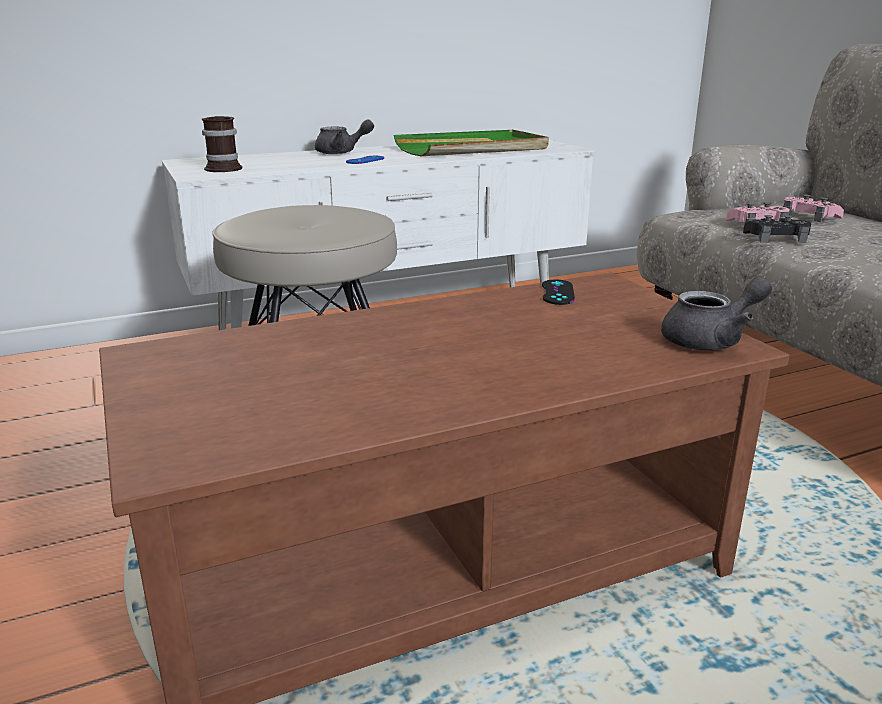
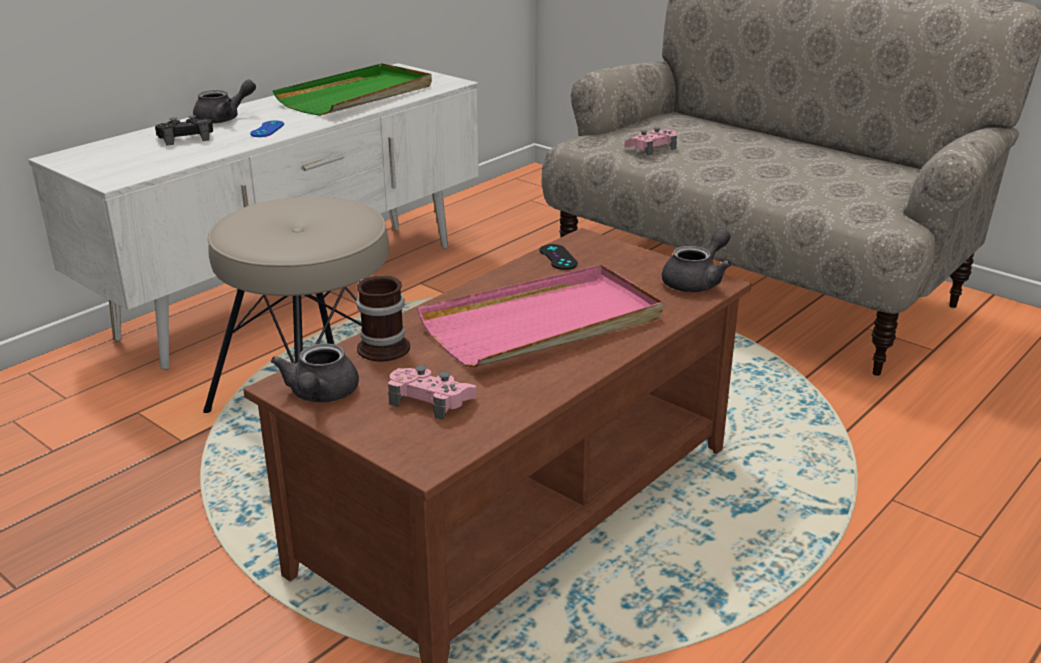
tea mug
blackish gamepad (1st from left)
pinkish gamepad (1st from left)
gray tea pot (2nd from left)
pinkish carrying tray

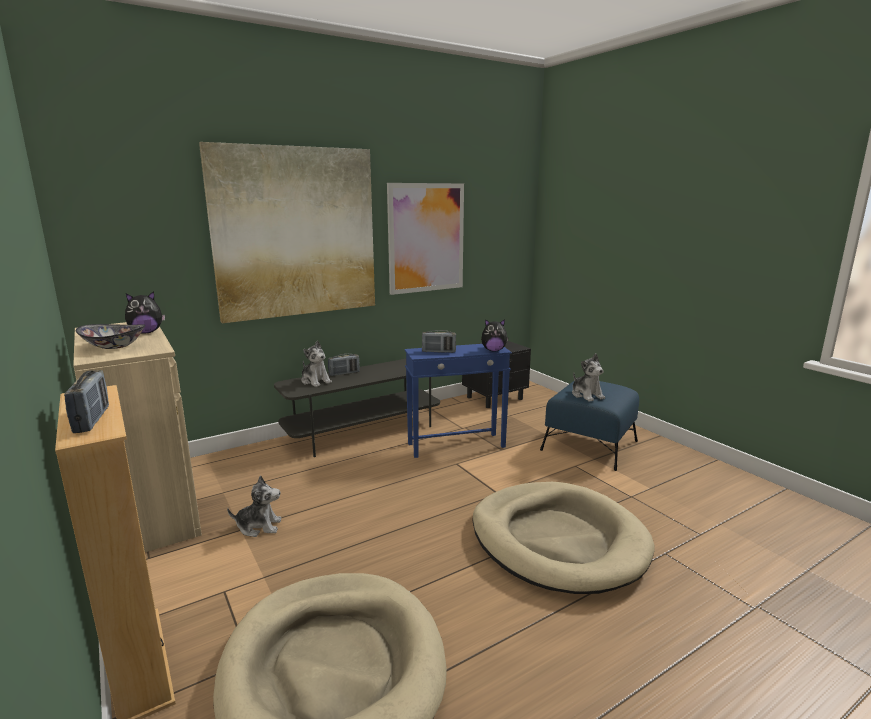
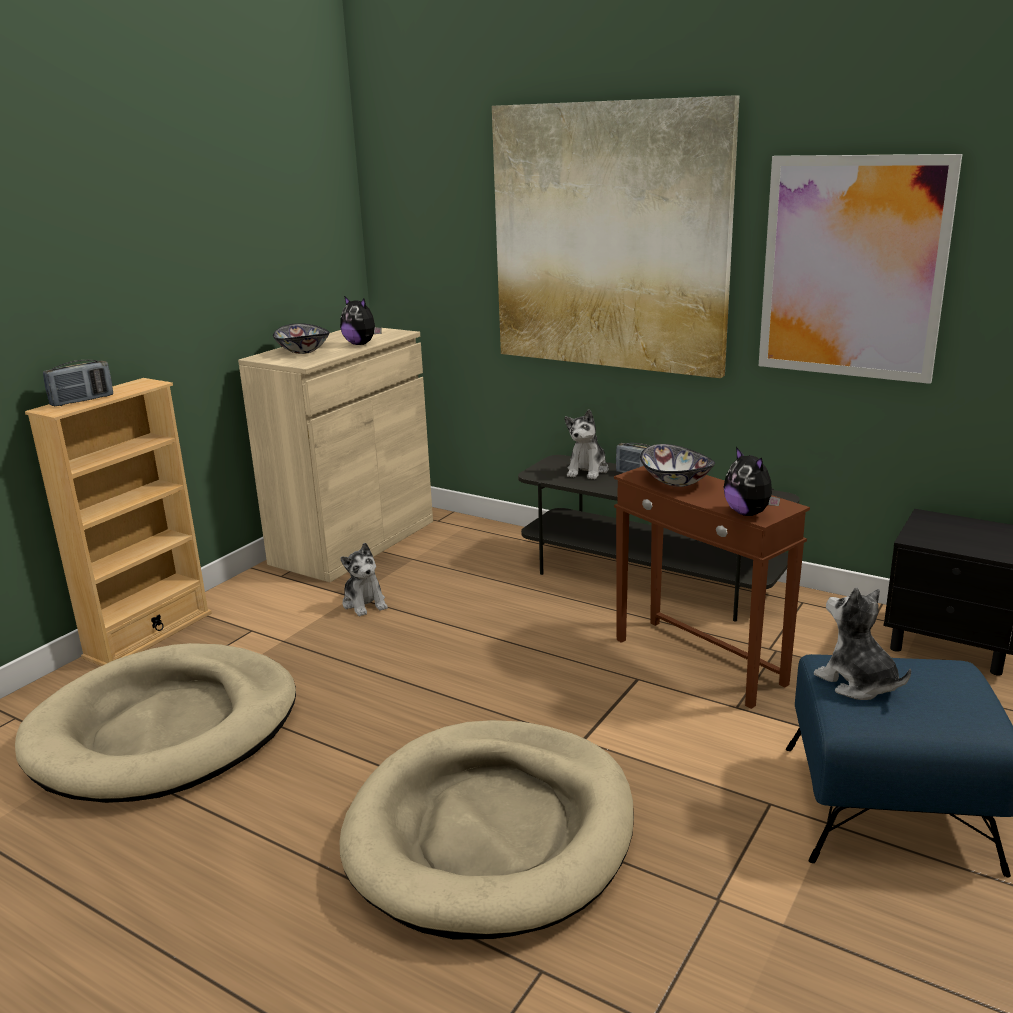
brown-coloured end table
bowl (2nd from left)
plush toy (5th from left)

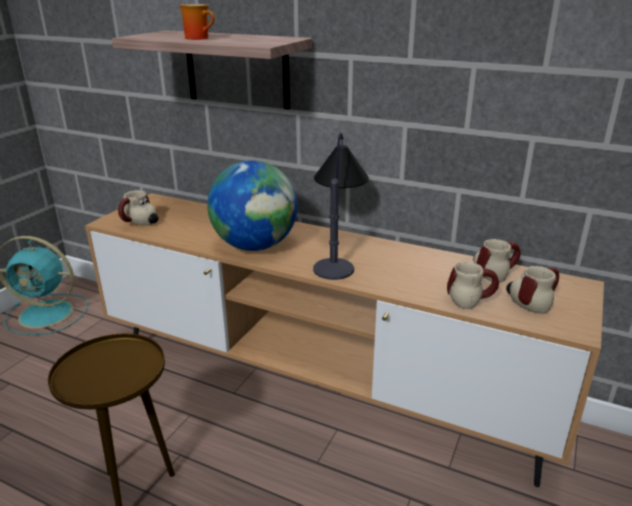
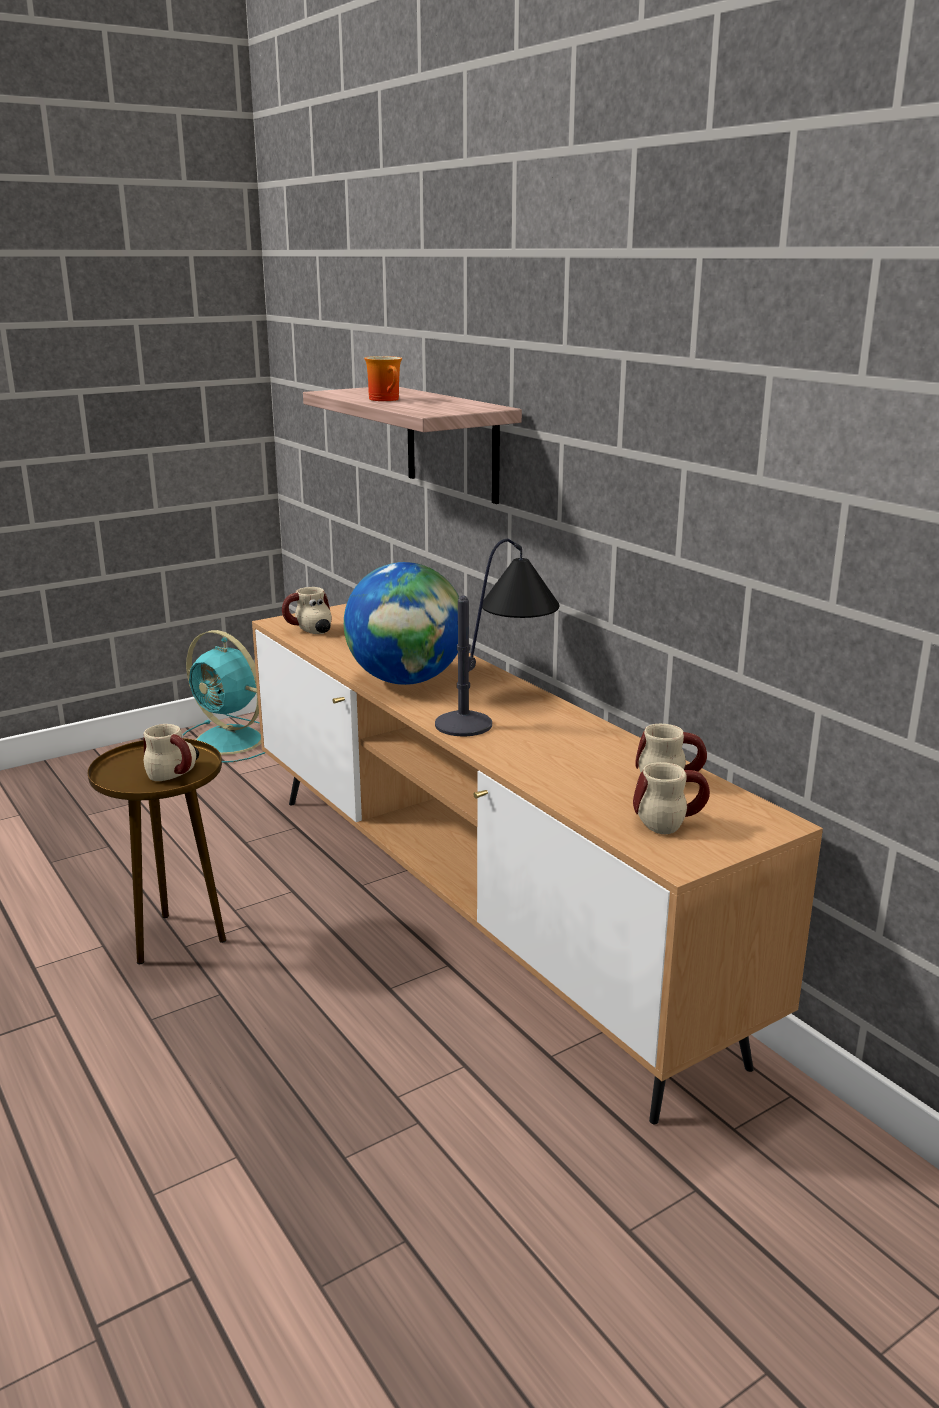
tea mug (1st from left)

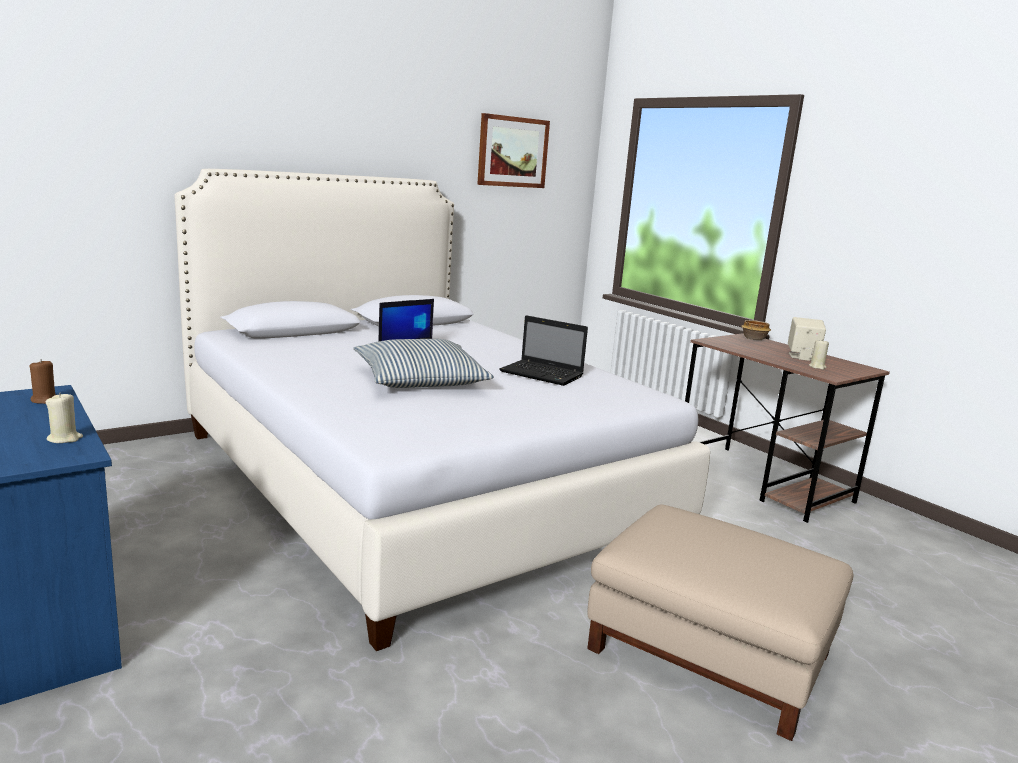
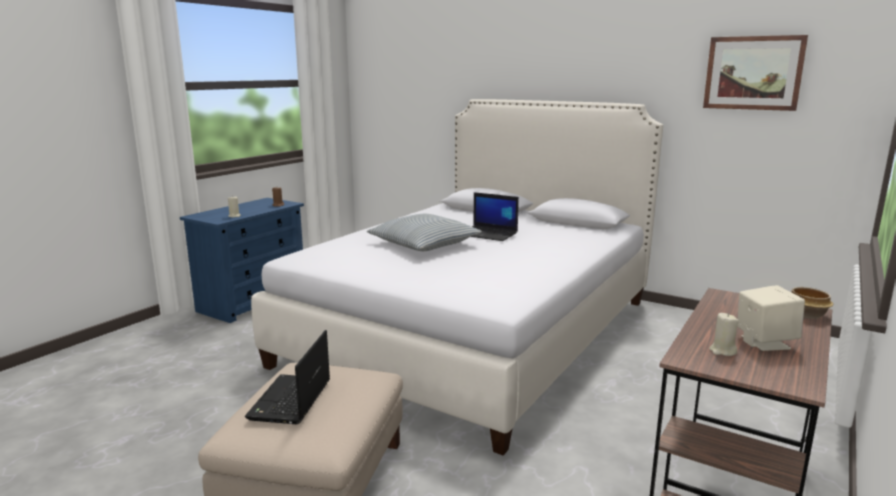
portable computer (1st from left)

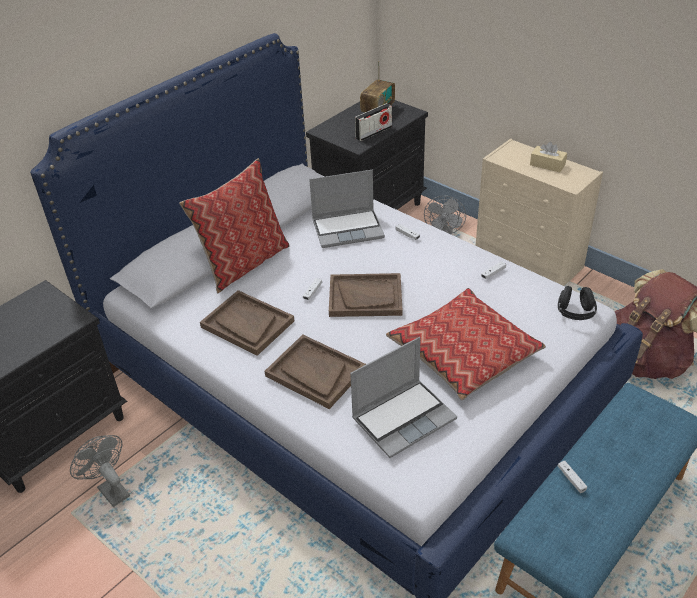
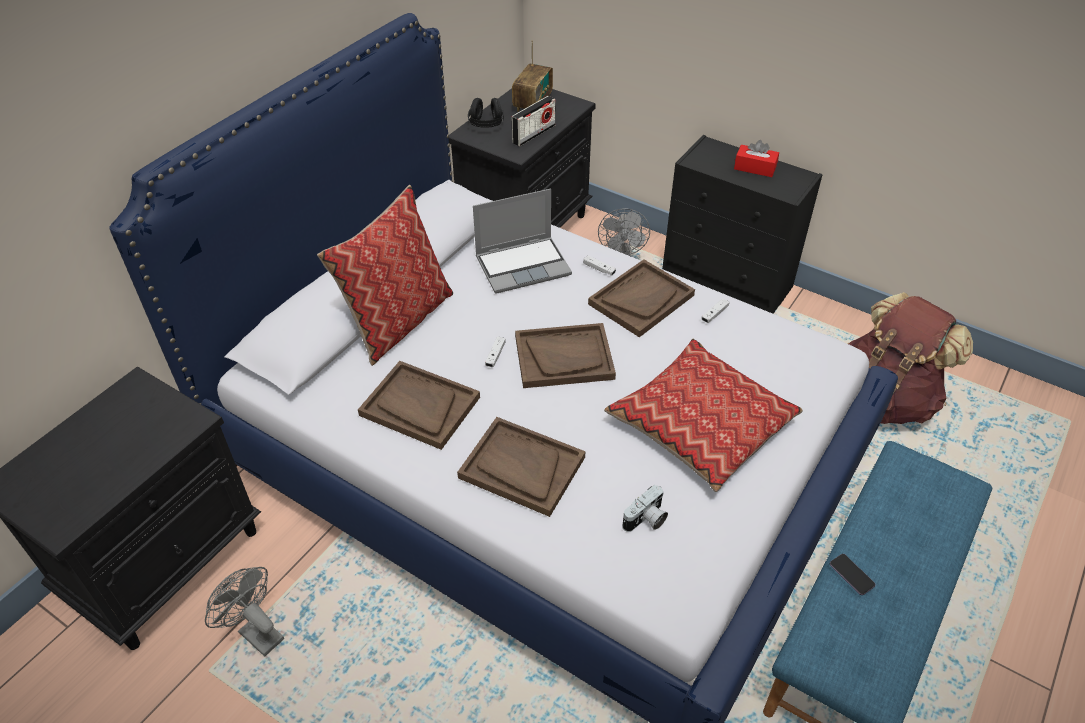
still camera
blackish drawer chest
reddish box of tissues
blackish pair of headphones
phone
brown-coloured carrying tray (4th from left)

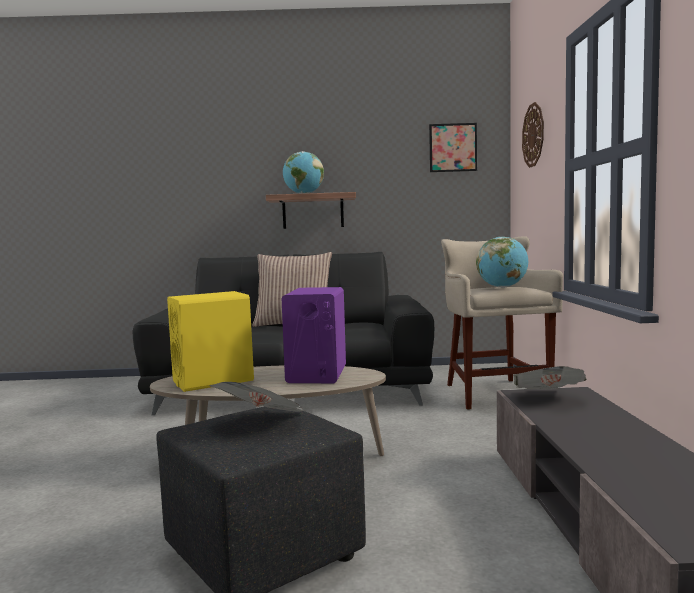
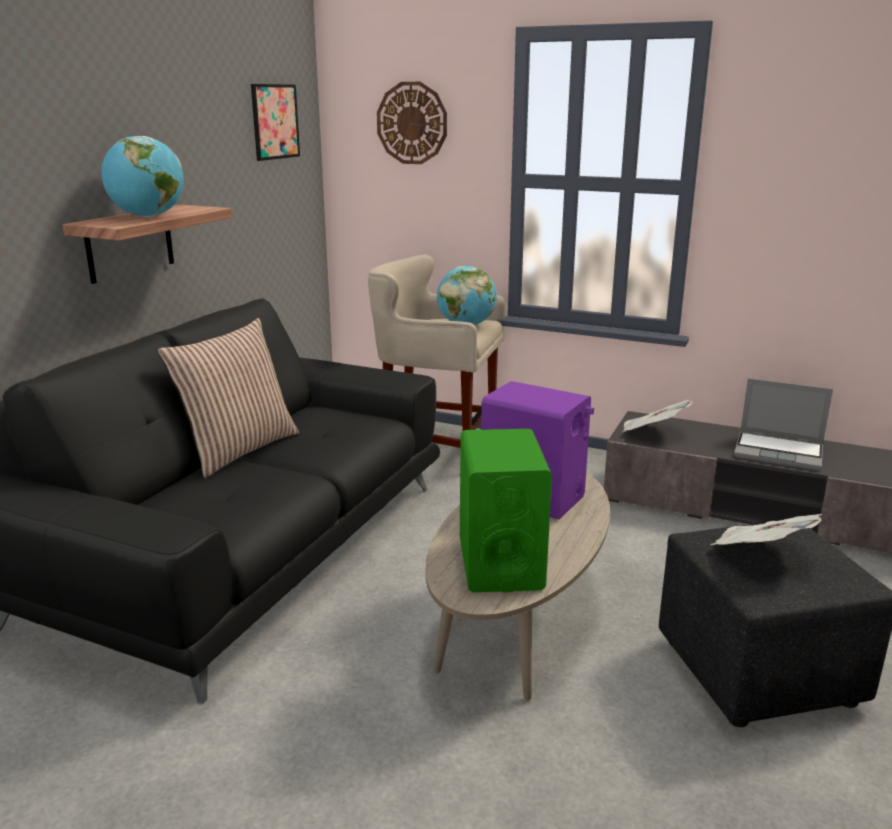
green-coloured audio speaker
portable computer

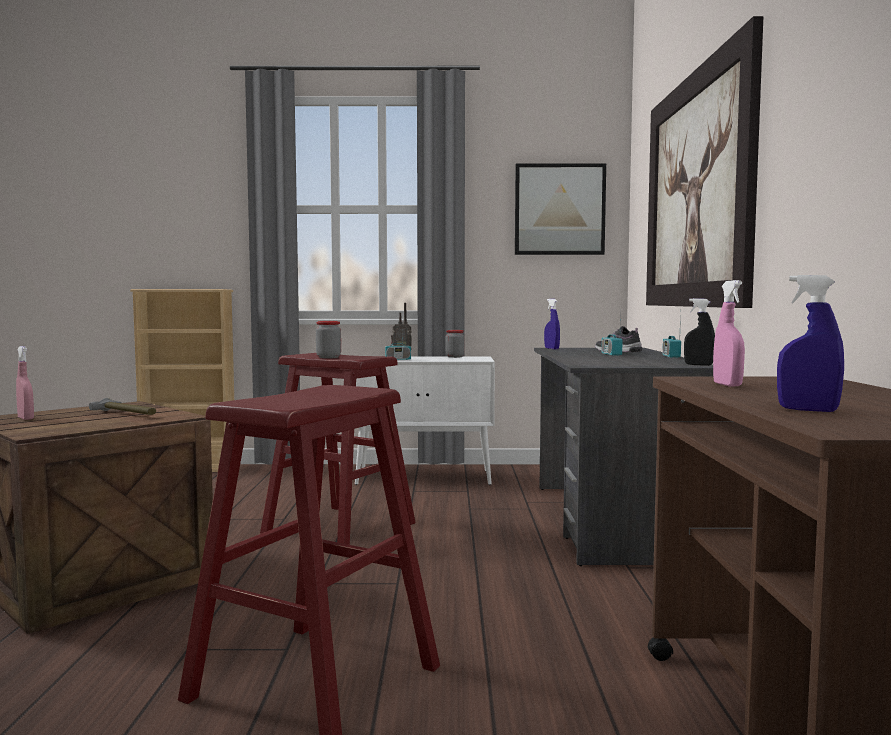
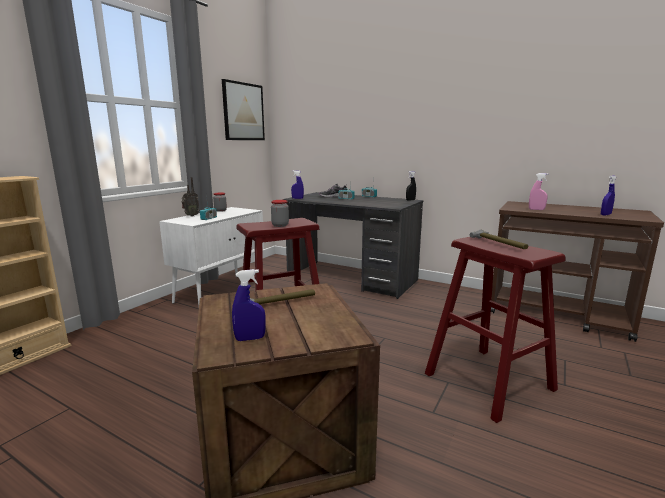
blue-coloured hand sprayer (1st from left)
wall art (2nd from left in the first image)
hand hammer (2nd from left)

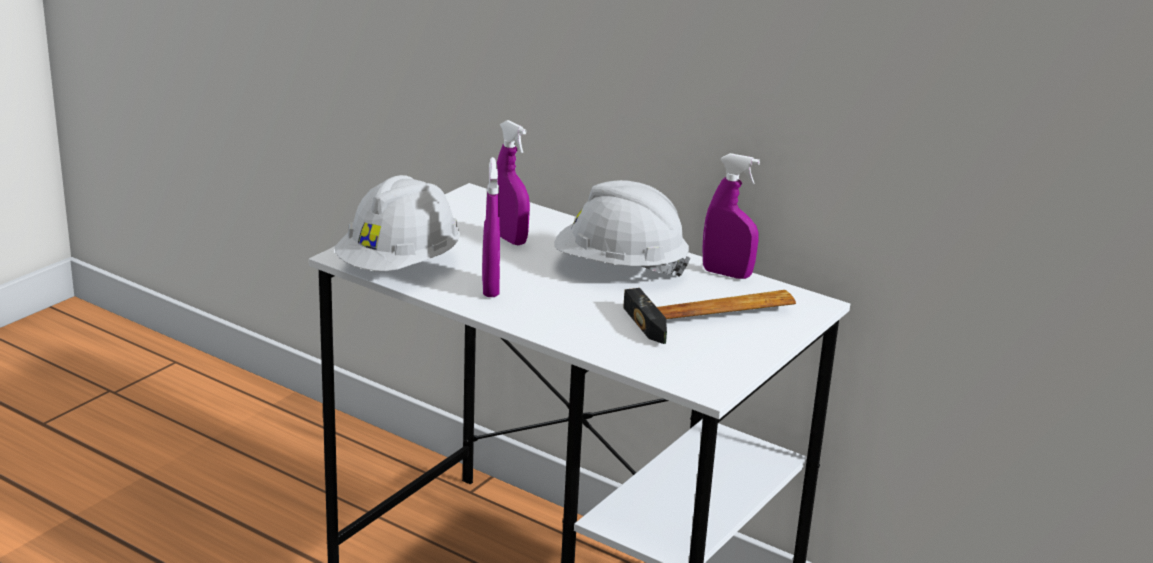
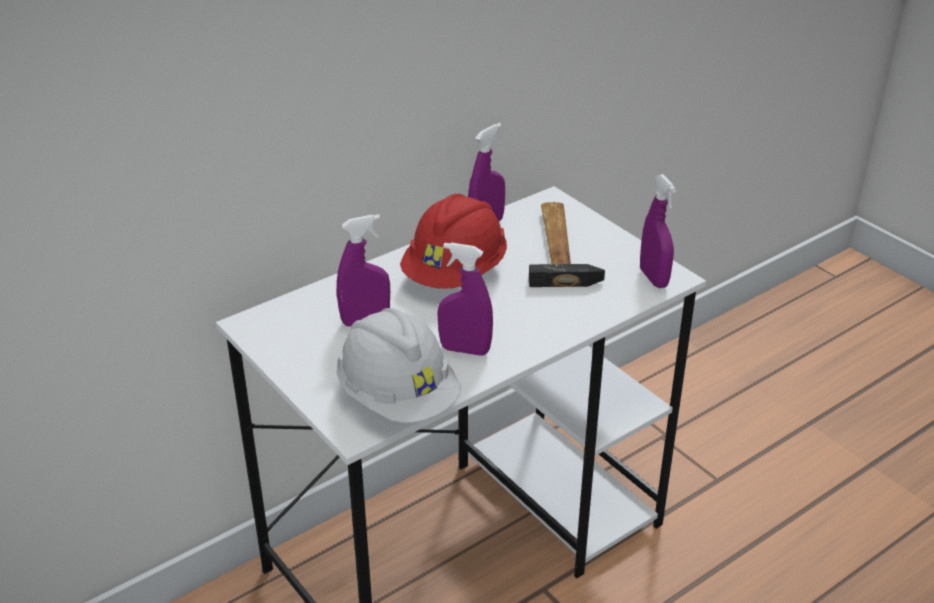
reddish hard hat
purple-coloured hand sprayer (4th from left)

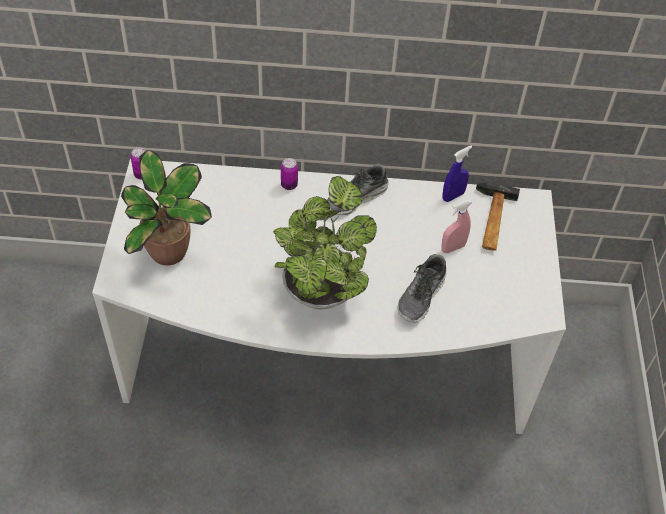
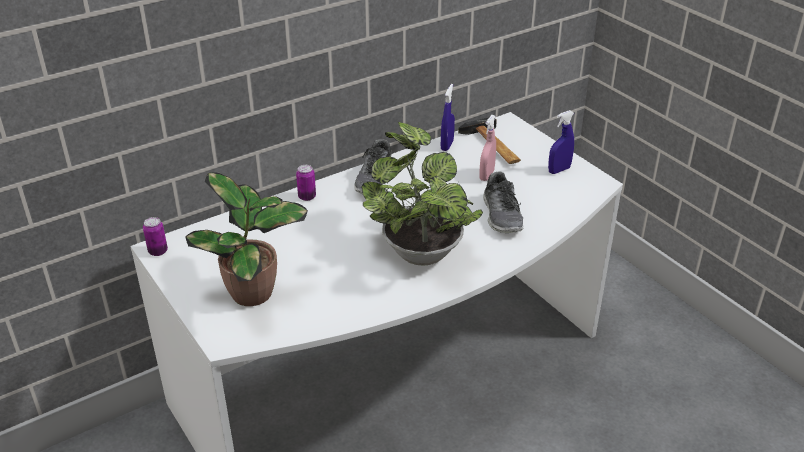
blue-coloured hand sprayer (2nd from left)

